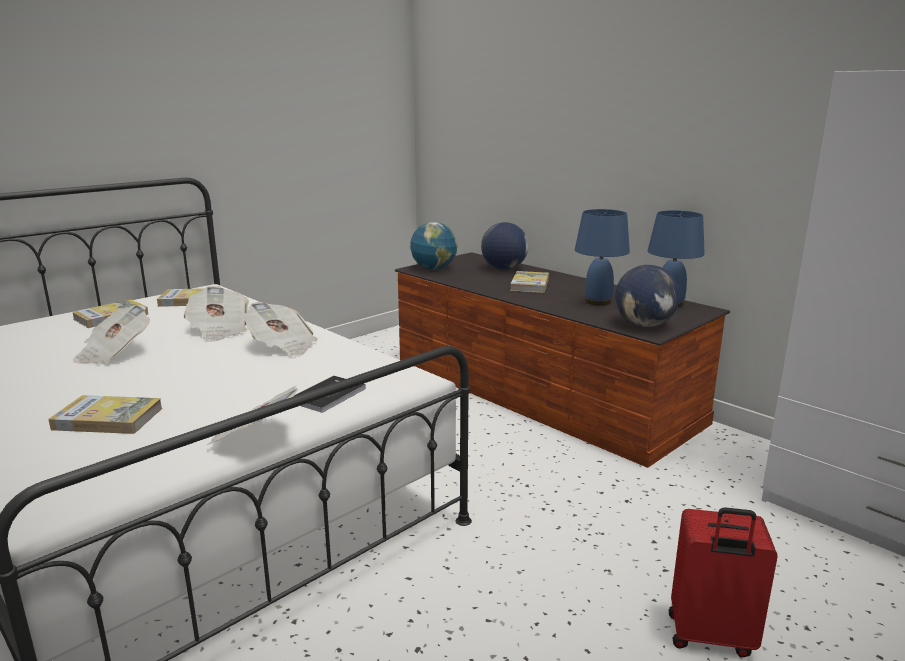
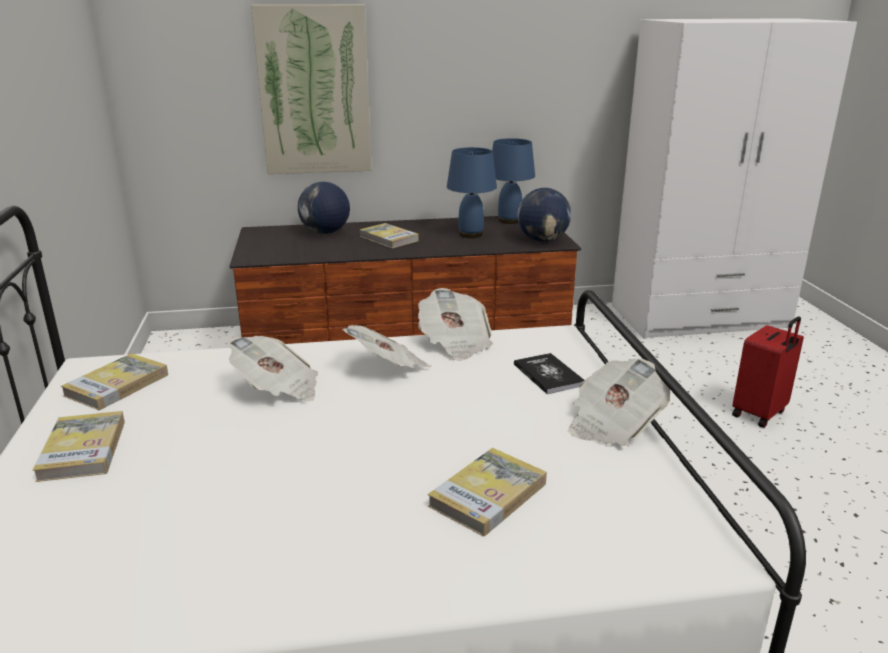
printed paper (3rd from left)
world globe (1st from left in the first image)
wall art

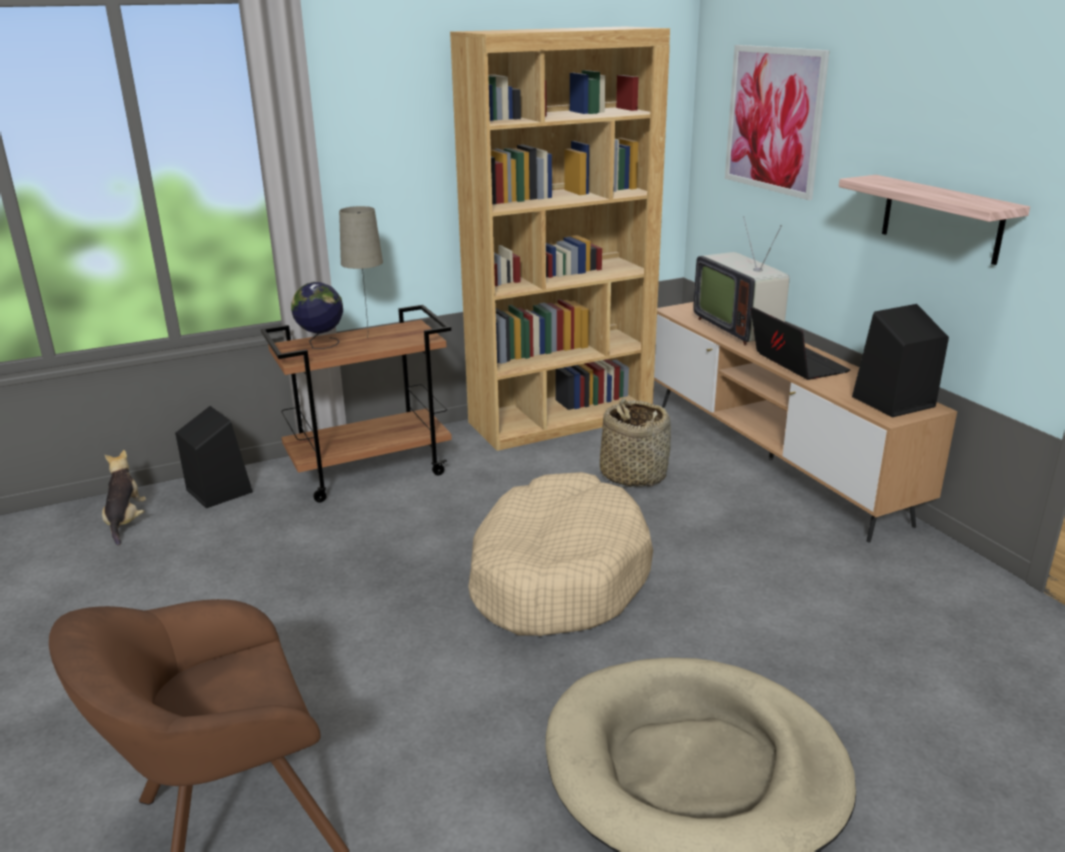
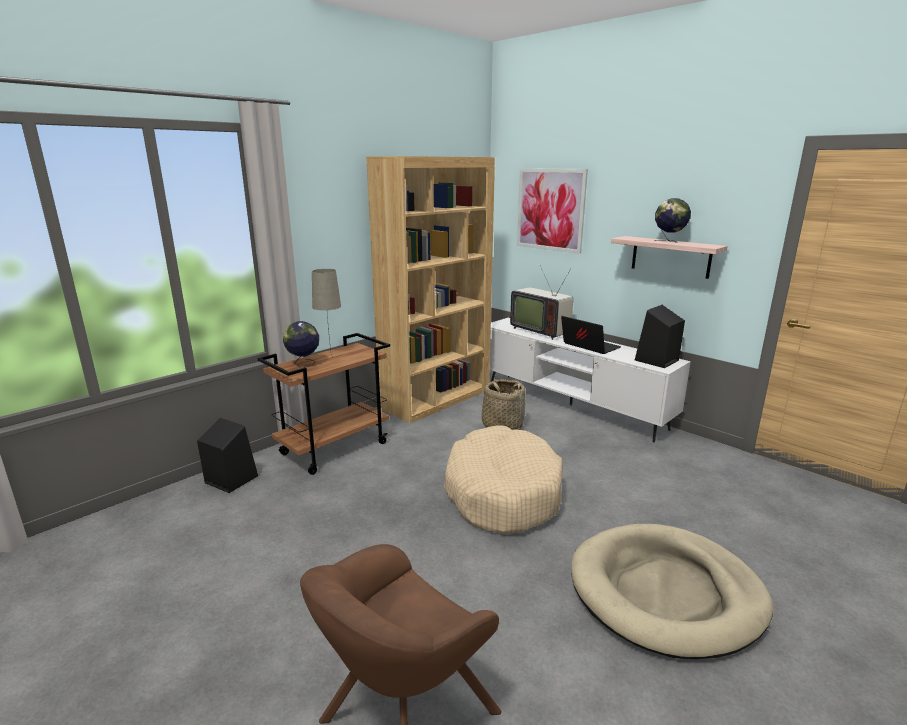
plush toy
white-coloured tv unit
world globe (2nd from left)

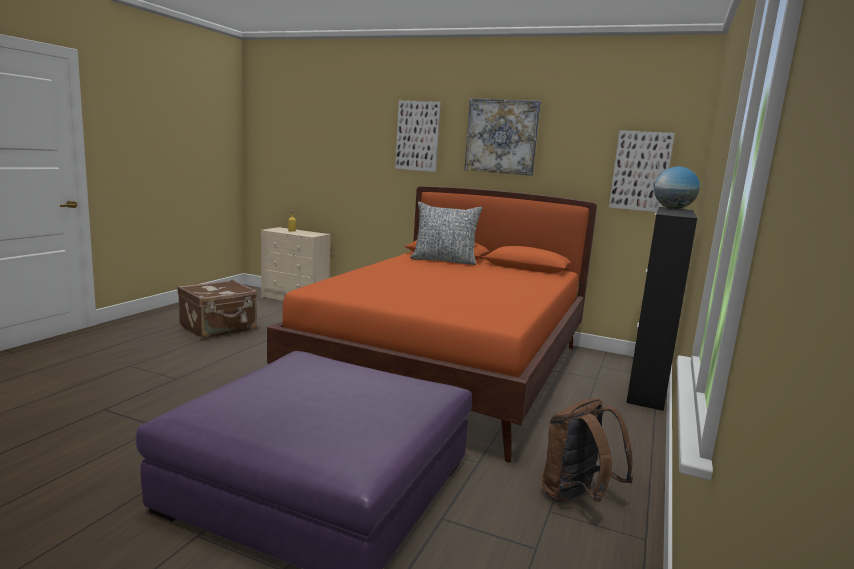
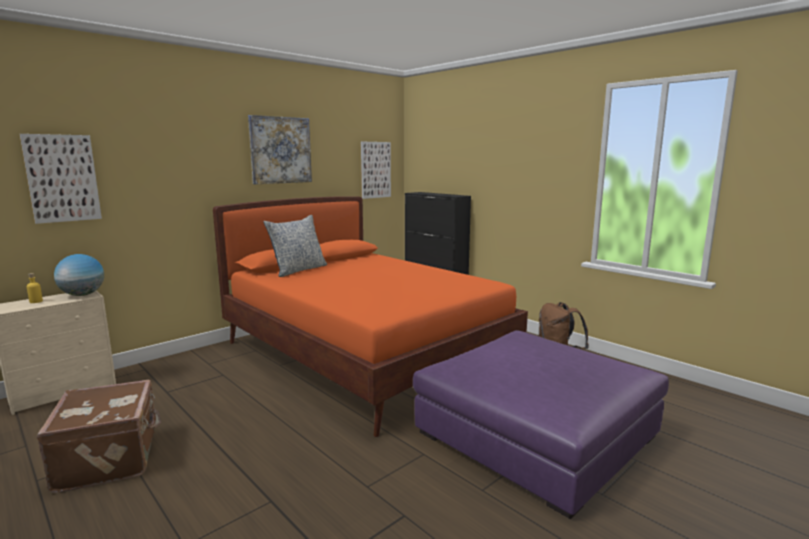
wall art (1st from left)
world globe

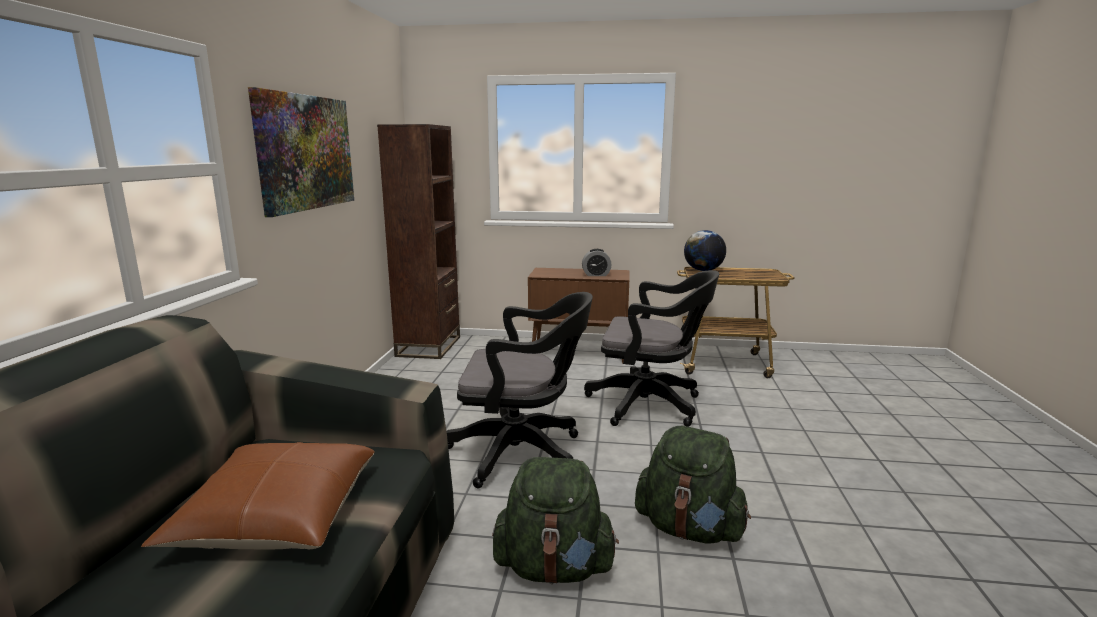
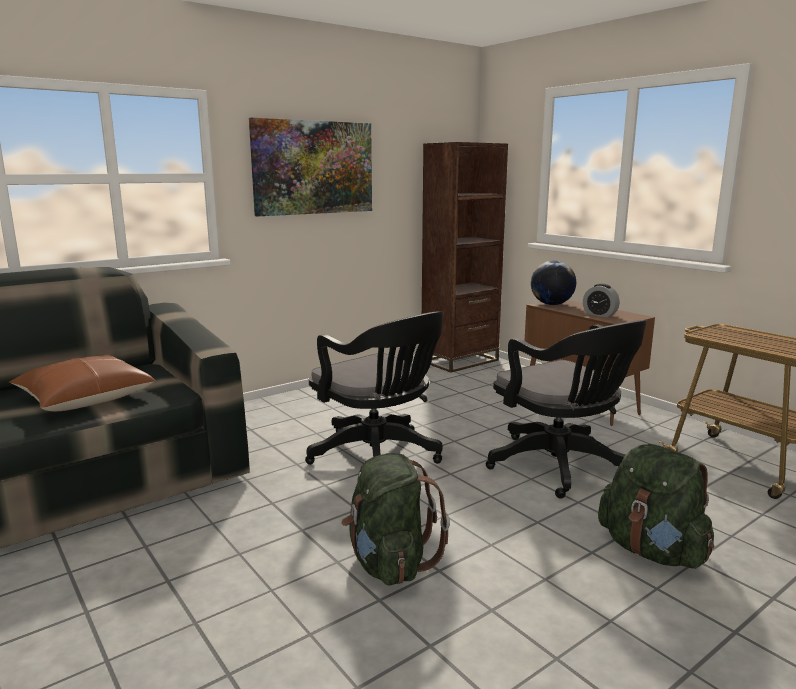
green-coloured knapsack (2nd from left)
world globe

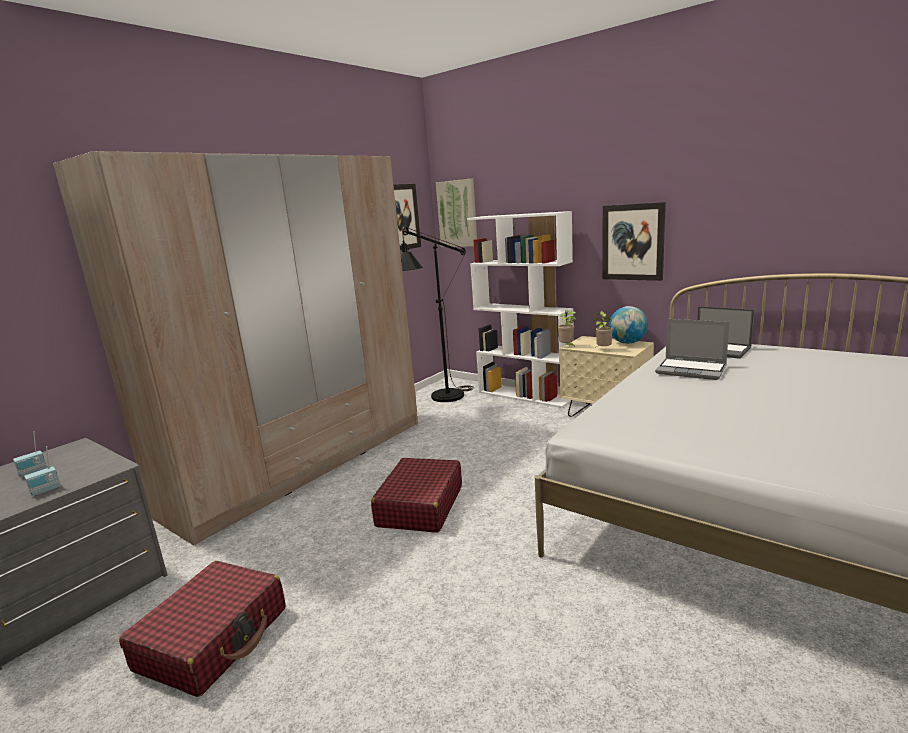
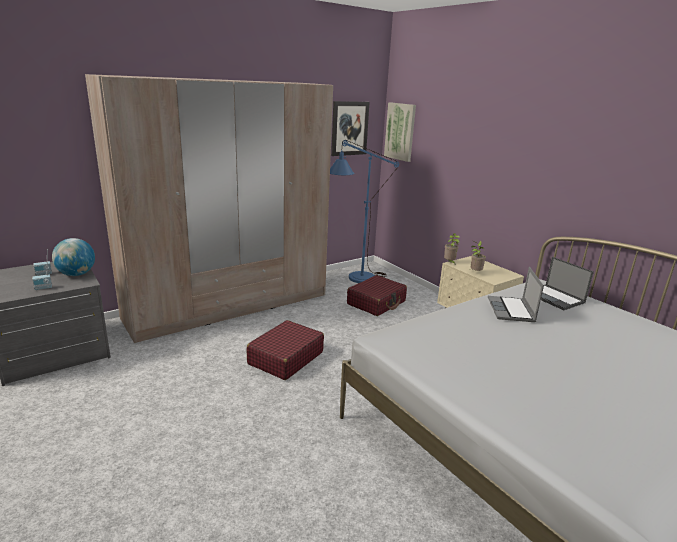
reddish suitcase (2nd from left)
blue-coloured floor lamp
white-coloured shelving unit
wall art (3rd from left in the first image)
world globe
portable computer (1st from left)

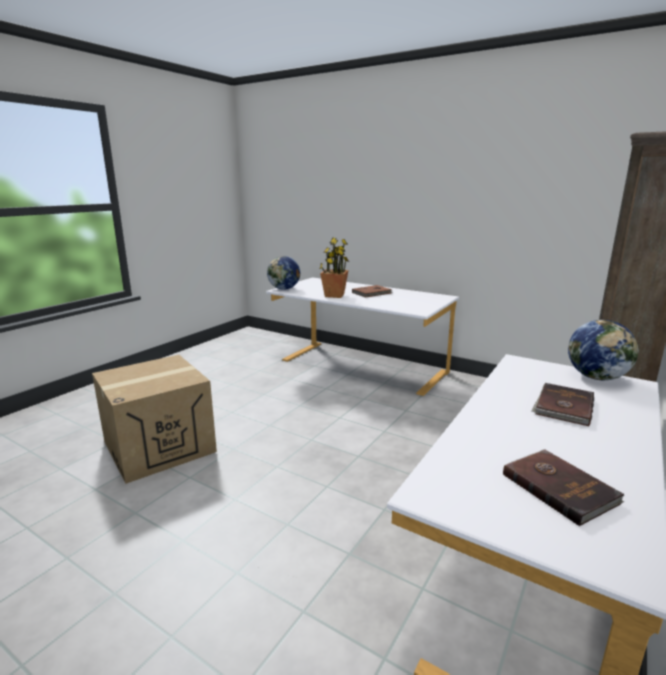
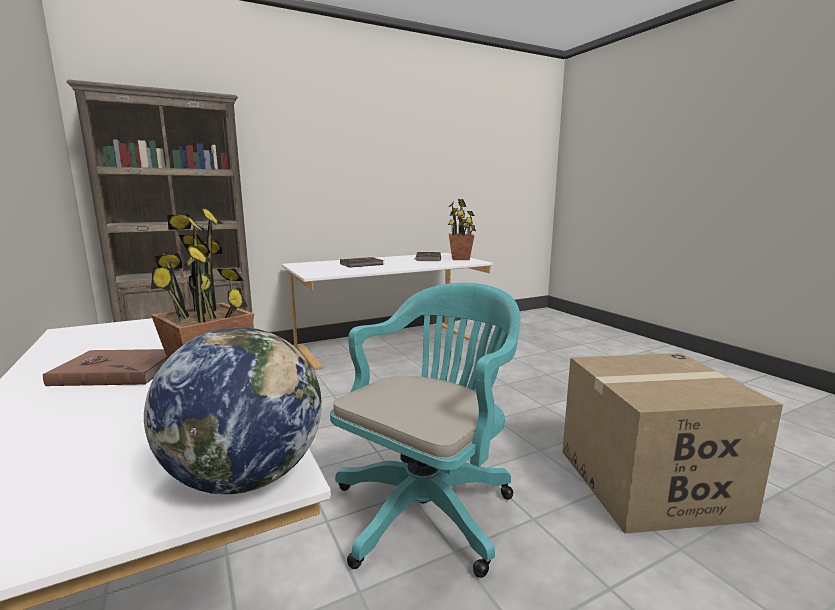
world globe (2nd from left in the first image)
turquoise-coloured office chair
potted plant (2nd from left)

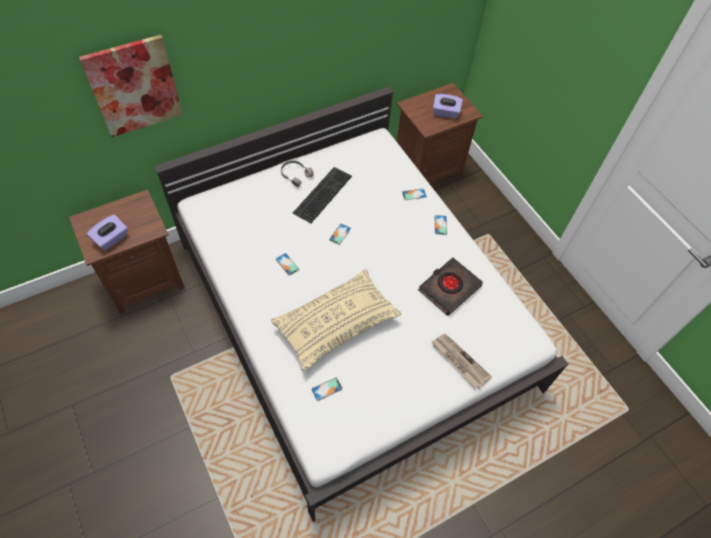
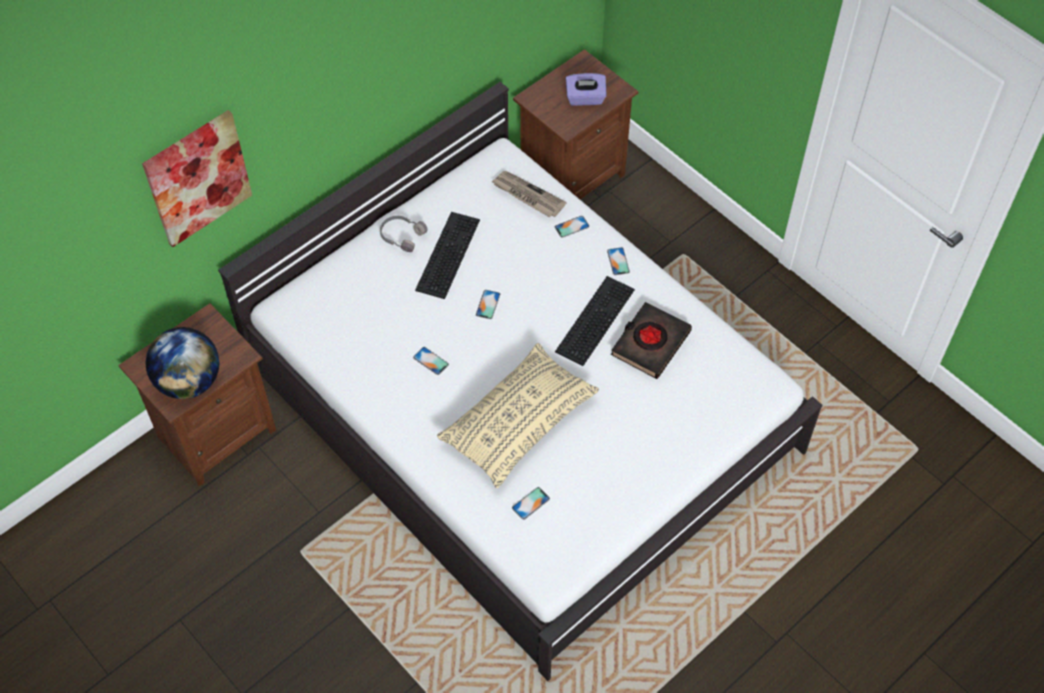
world globe
printed paper
keyboard (2nd from left)

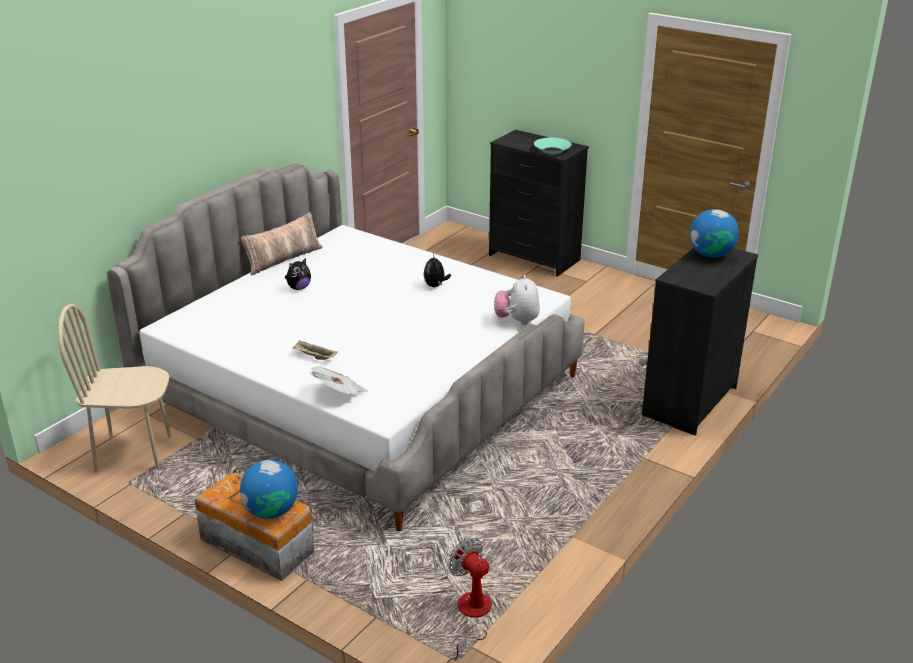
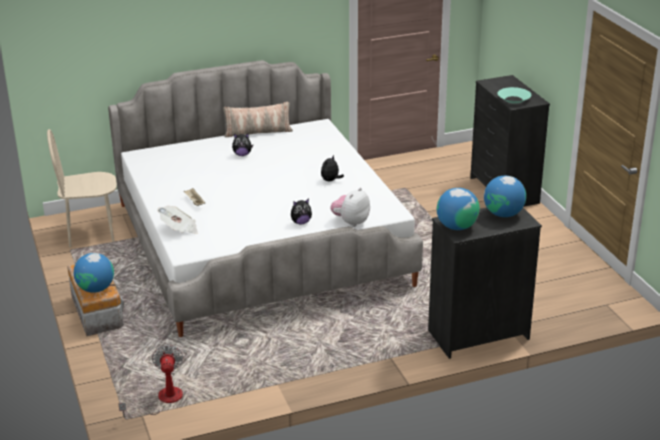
beige-coloured chair
plush toy (2nd from left)
world globe (2nd from left)

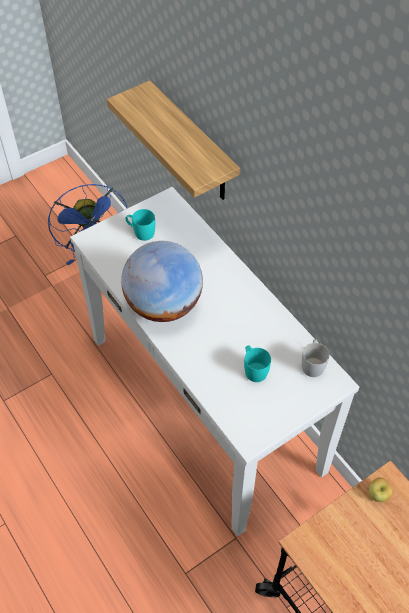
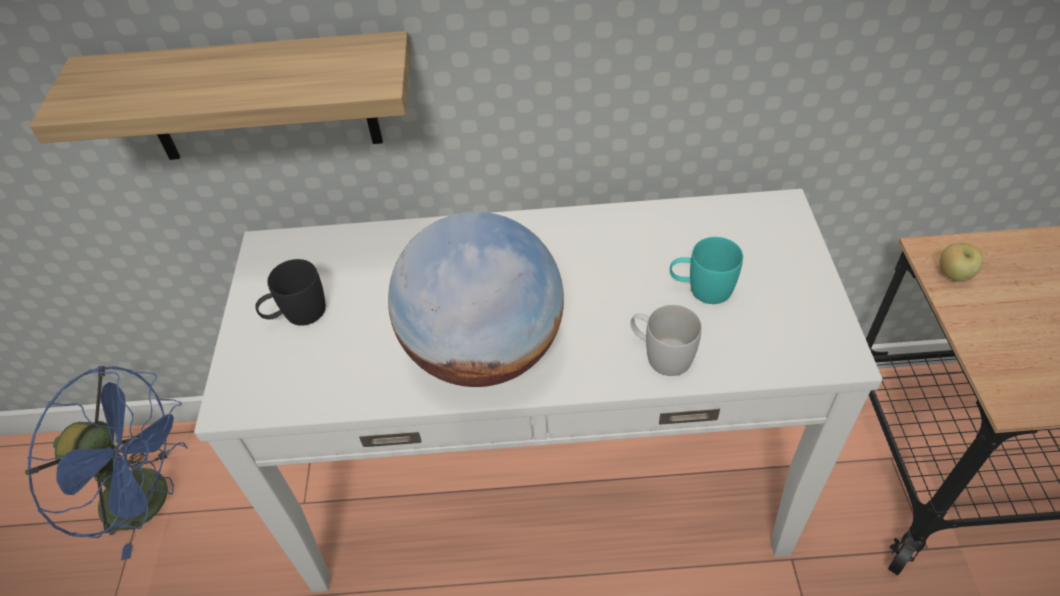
blackish tea mug
white-coloured tea mug

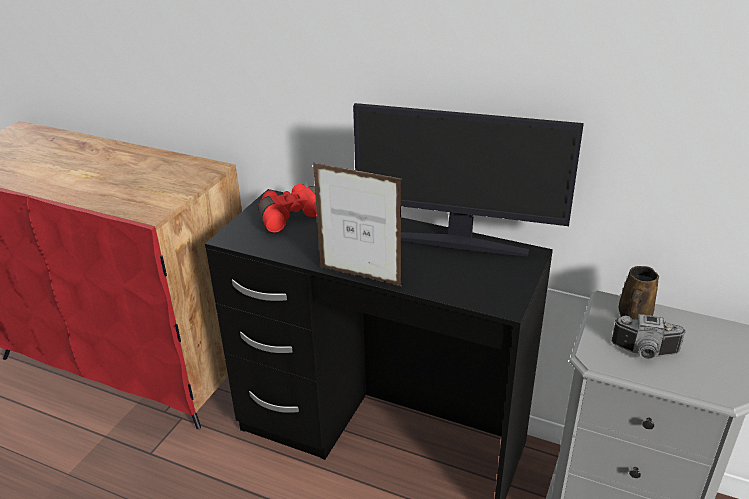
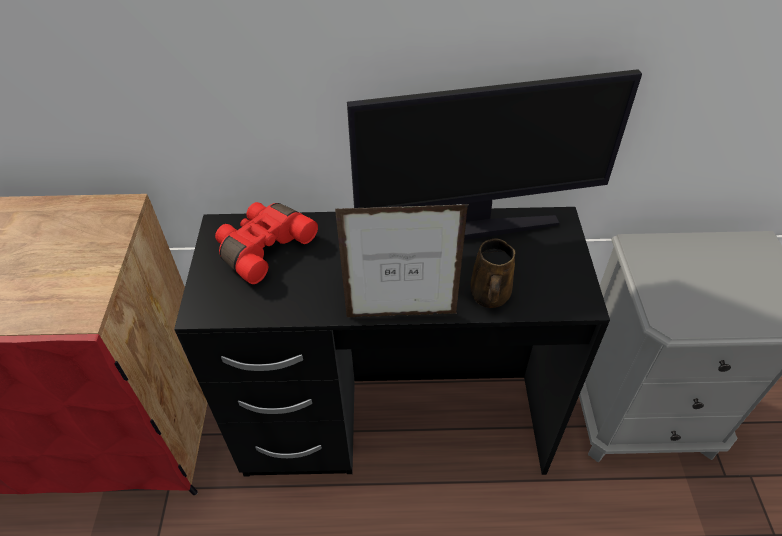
still camera
brown-coloured tea mug

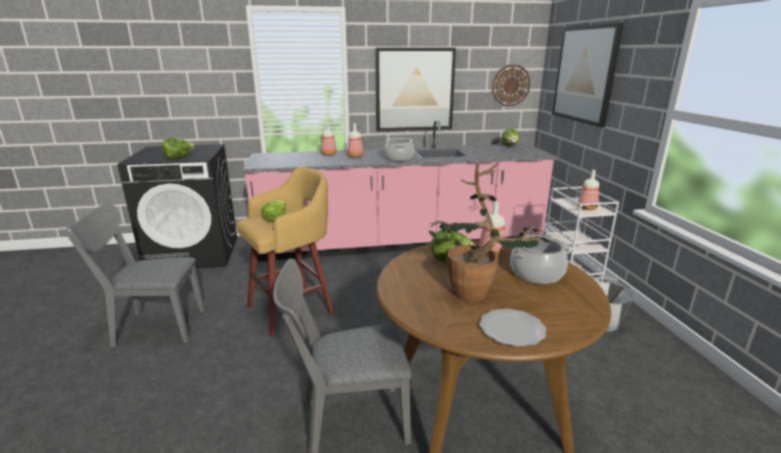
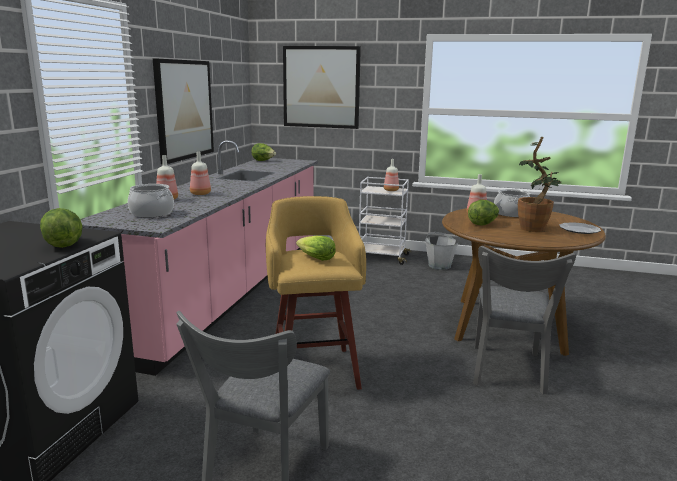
saucepot (1st from left)
clock on the wall

